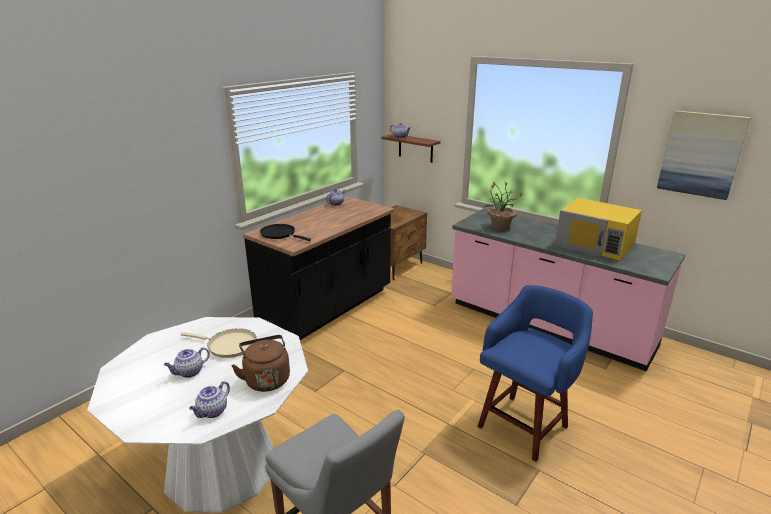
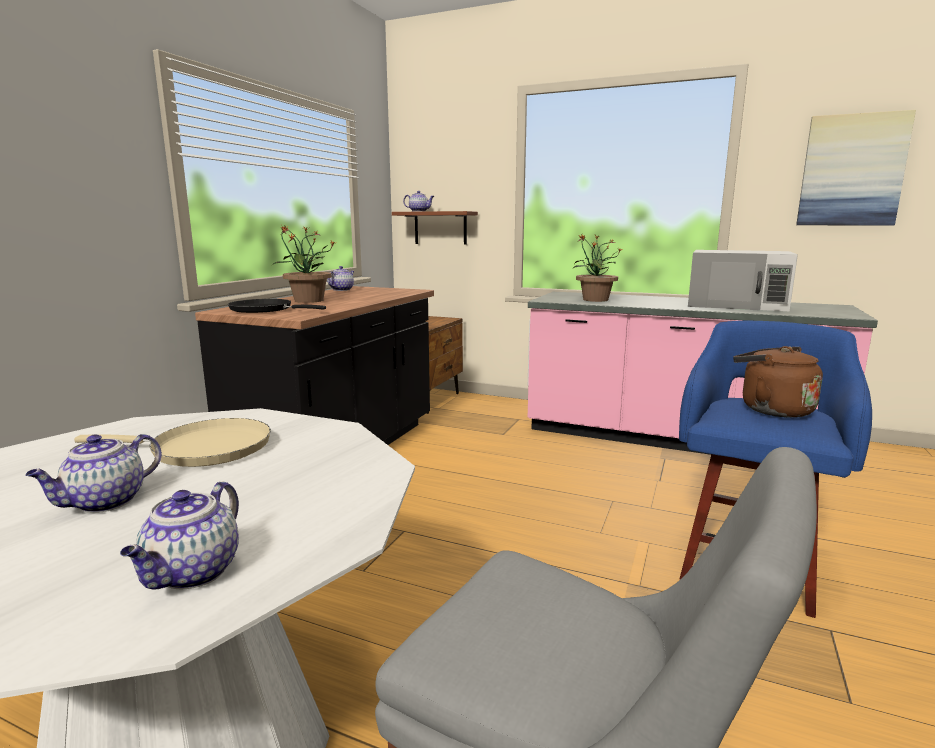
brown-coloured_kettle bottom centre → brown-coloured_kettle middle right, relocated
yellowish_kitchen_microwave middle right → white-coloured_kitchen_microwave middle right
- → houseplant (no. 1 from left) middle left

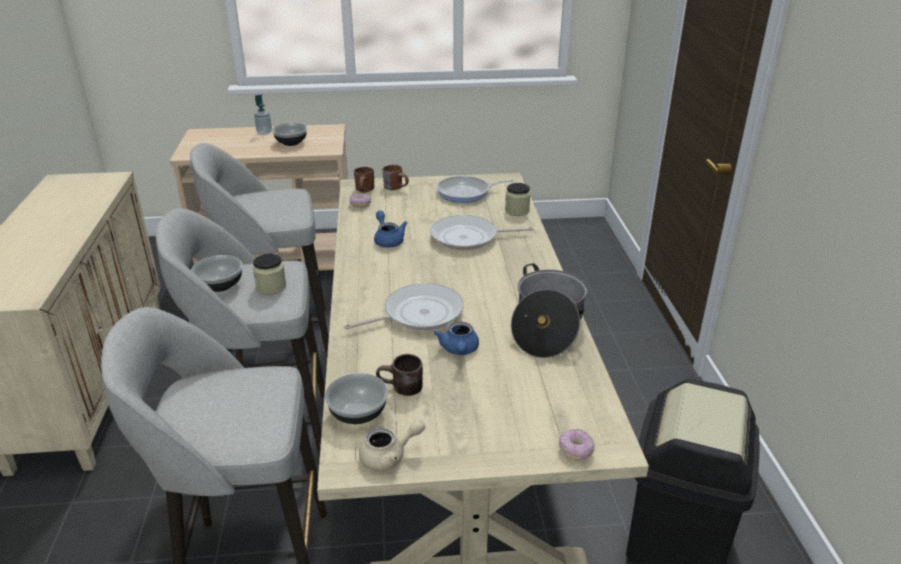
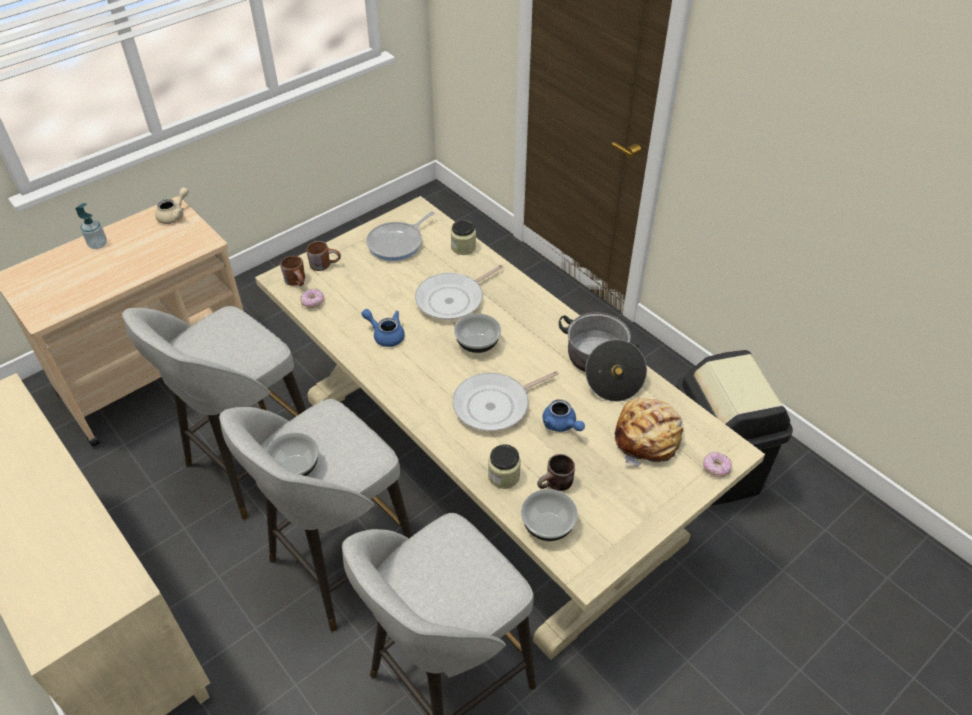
storage_jar (no. 1 from left in the first image) middle left → storage_jar (no. 2 from left) centre, relocated
bowl (no. 2 from left) top left → bowl (no. 2 from left) centre, relocated
skillet (no. 1 from left in the first image) centre → skillet (no. 3 from left) centre, 150 degrees counterclockwise
sand-coloured_teapot bottom centre → sand-coloured_teapot top left, relocated
- → bread middle right

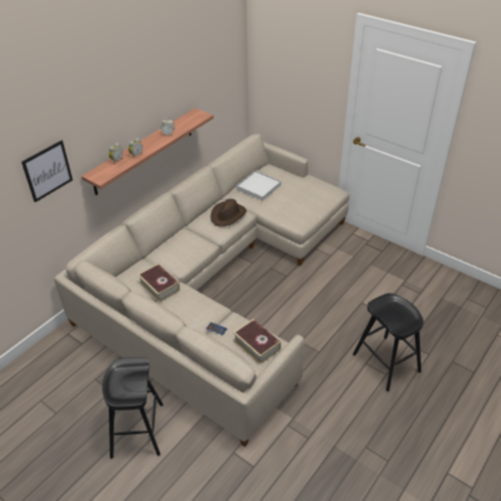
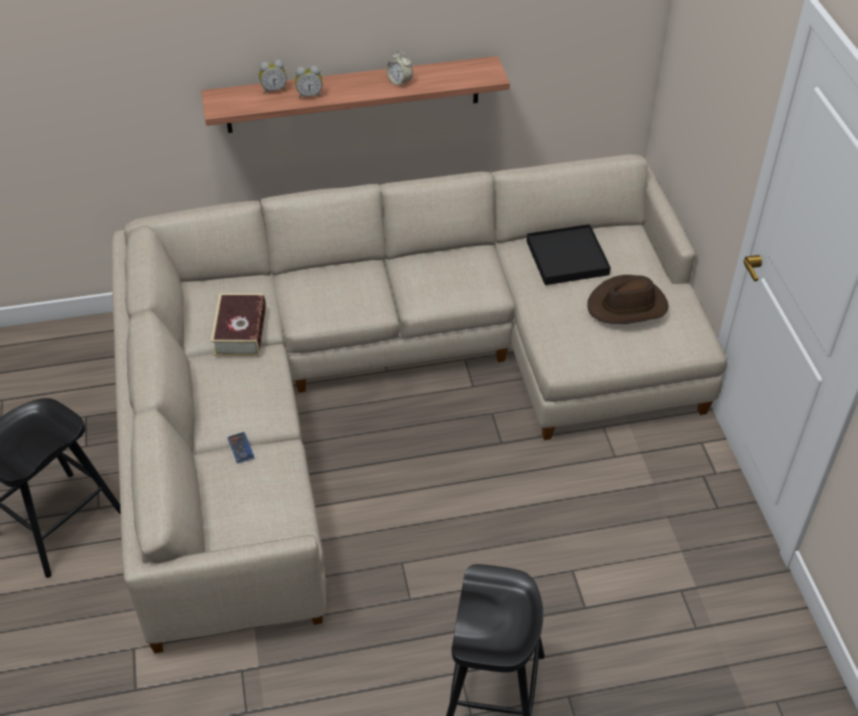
wall_picture middle left → -
brown-coloured_hat centre → brown-coloured_hat middle right, relocated
volume (no. 2 from left) bottom centre → -
white-coloured_serving_tray centre → black-coloured_serving_tray centre

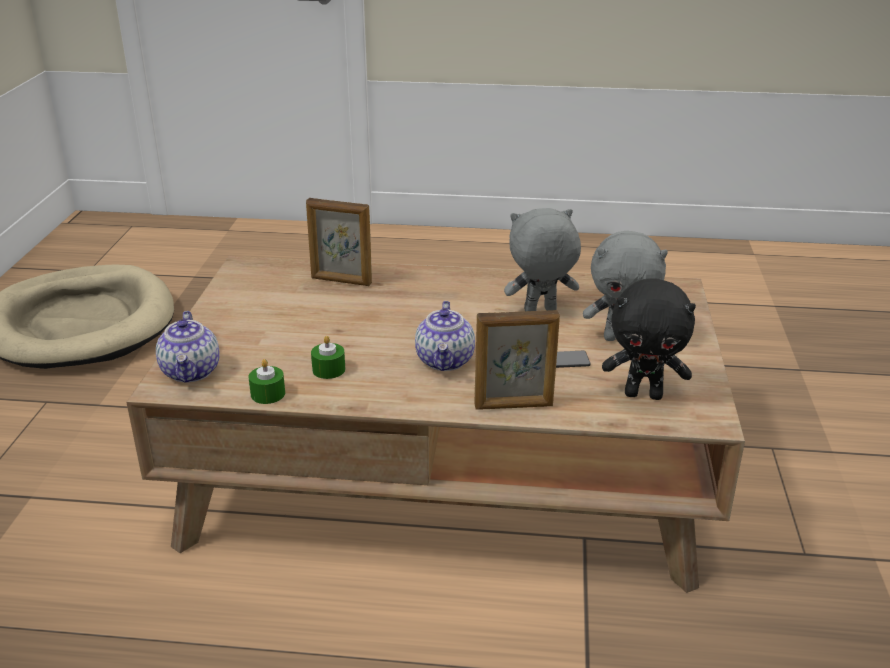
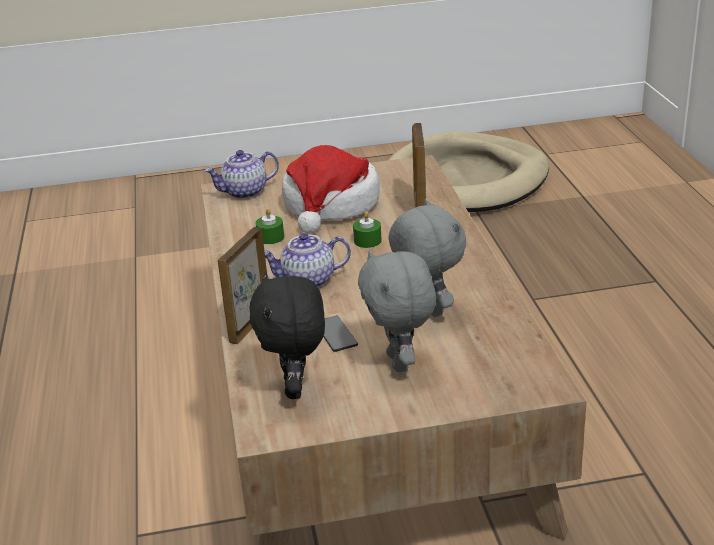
green_candle (no. 1 from left in the first image) middle left → green_candle (no. 2 from left) centre, relocated
standing_frame (no. 2 from left in the first image) centre → standing_frame (no. 1 from left) centre, 45 degrees clockwise
- → hat centre

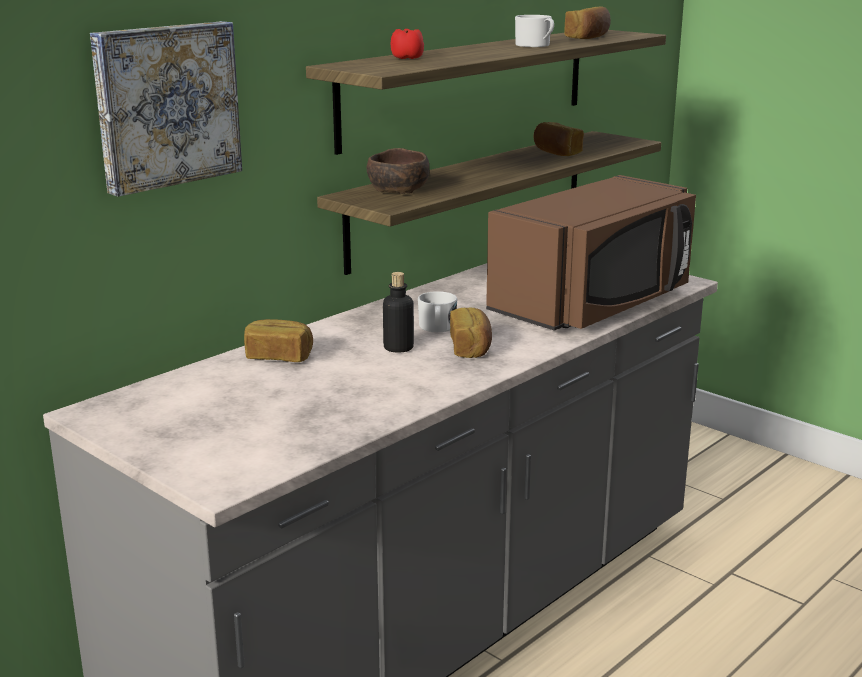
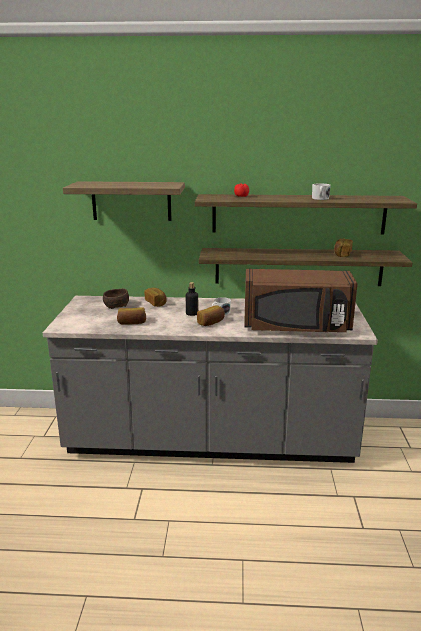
wall_picture top left → wall_shelf (no. 1 from left) top left
brown-coloured_bowl top centre → brown-coloured_bowl middle left, relocated
bread (no. 4 from left in the first image) top right → bread (no. 1 from left) middle left, relocated

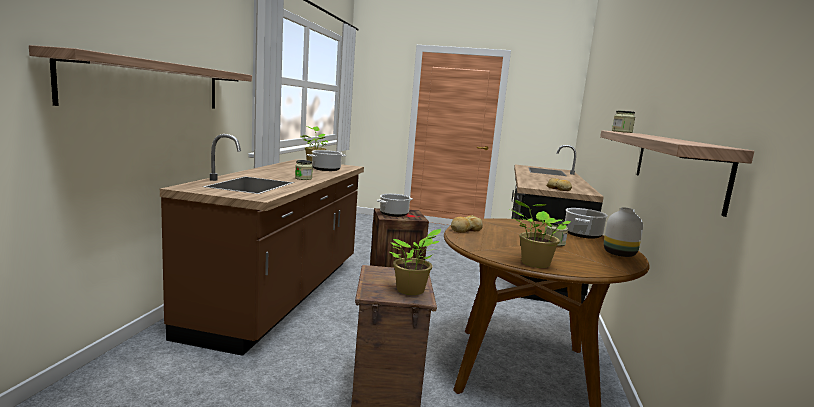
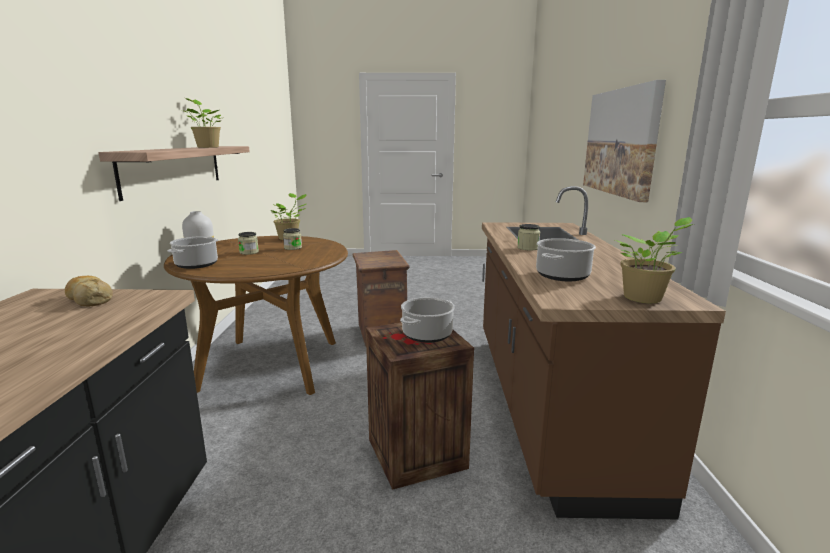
wall_shelf (no. 1 from left) top left → wall_picture top right
houseplant (no. 2 from left in the first image) centre → houseplant (no. 1 from left) top left, relocated
bread (no. 1 from left) centre → -
storage_jar (no. 3 from left in the first image) top right → storage_jar (no. 2 from left) centre, relocated

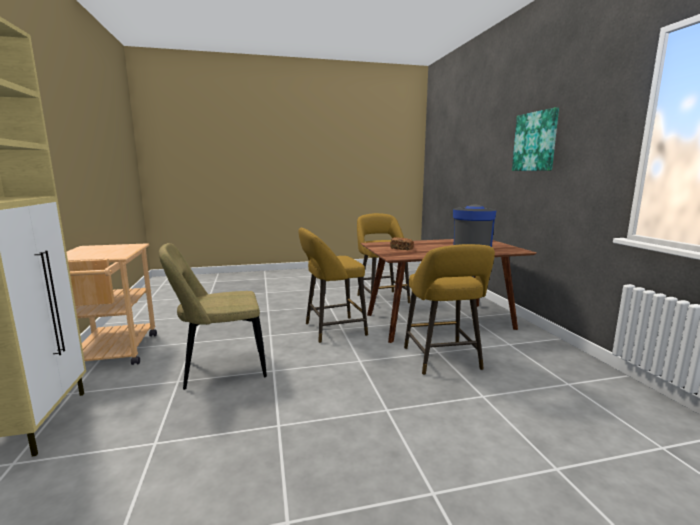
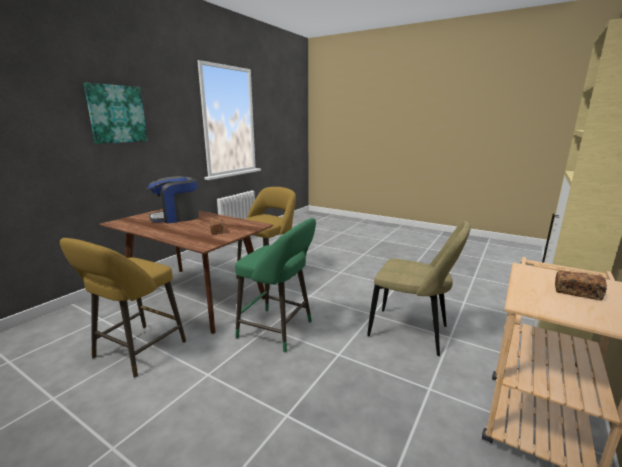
yellowish_stool (no. 1 from left) centre → green_stool centre
- → bread (no. 2 from left) middle right

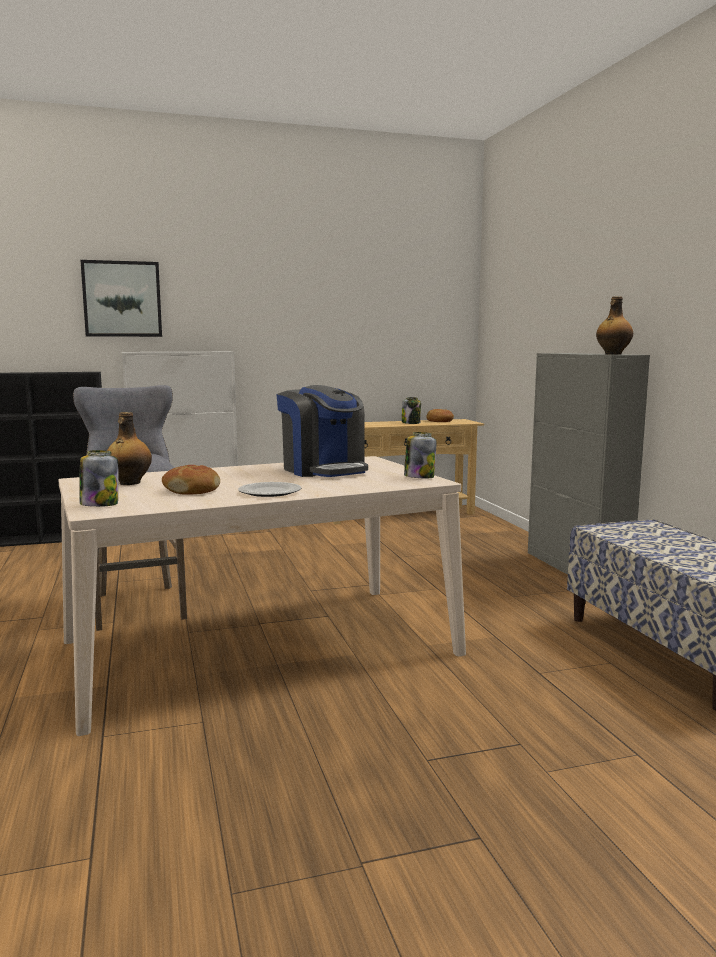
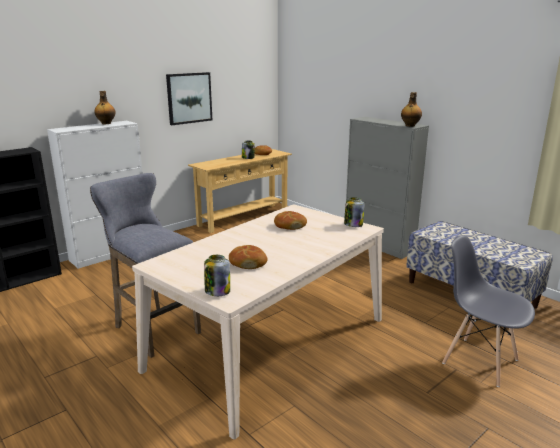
wall_picture top left → wall_picture top centre, relocated
bottle (no. 1 from left) middle left → bottle (no. 1 from left) top left, relocated
dinner_plate centre → -
coffee_maker centre → bread (no. 3 from left) centre
- → greyish_chair bottom right

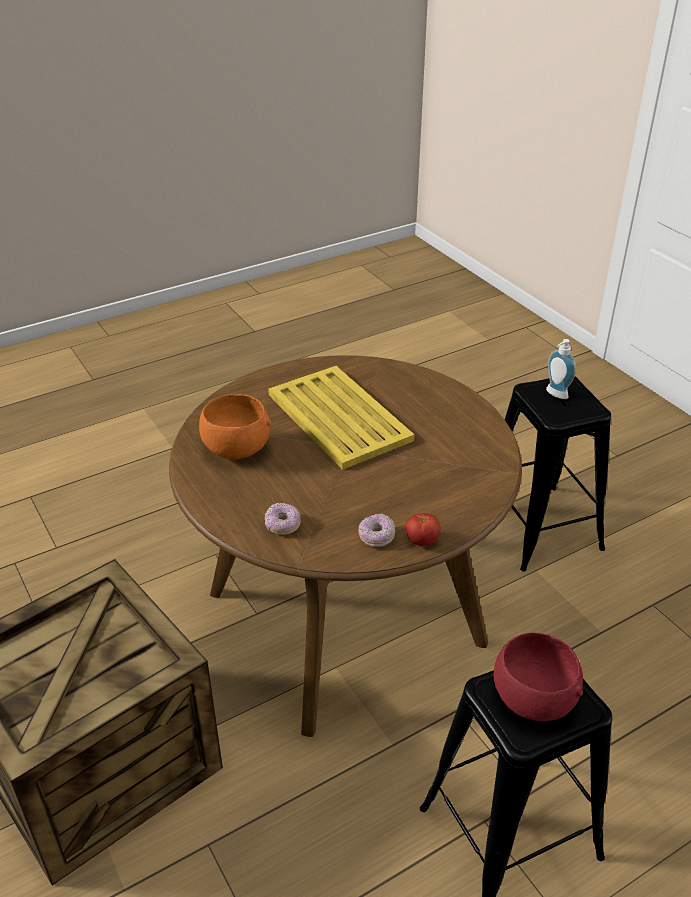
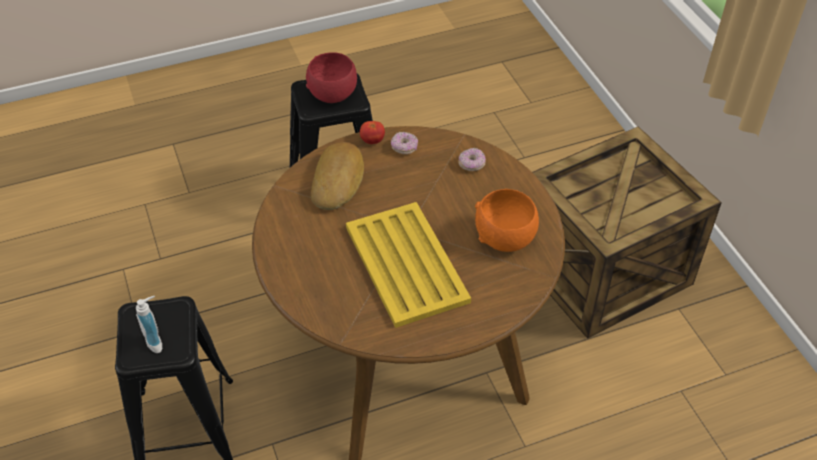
- → bread centre

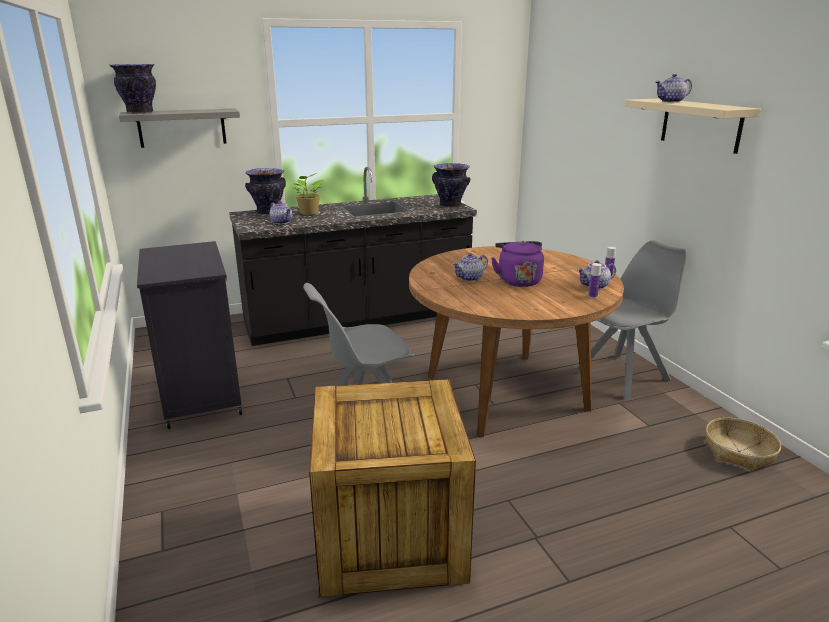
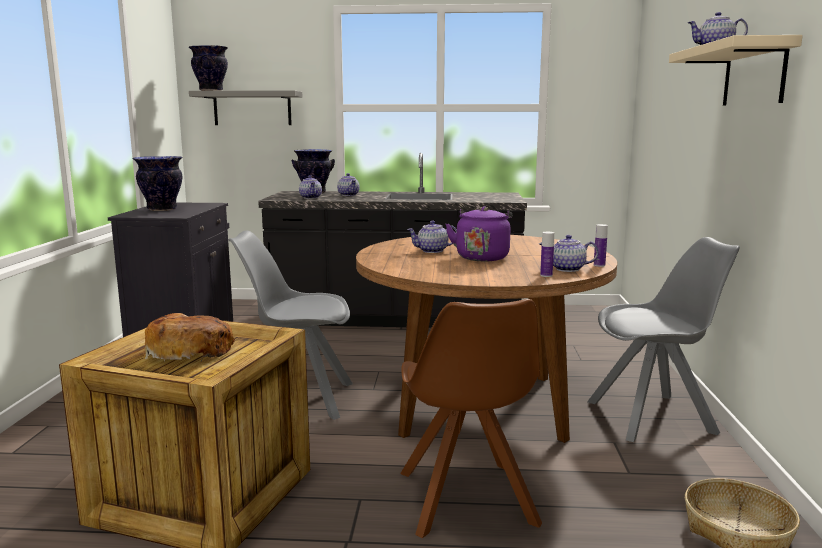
houseplant top centre → teapot (no. 2 from left) centre
decorative_vase (no. 3 from left in the first image) top centre → decorative_vase (no. 1 from left) middle left, relocated
- → bread middle left
- → brown-coloured_chair bottom centre

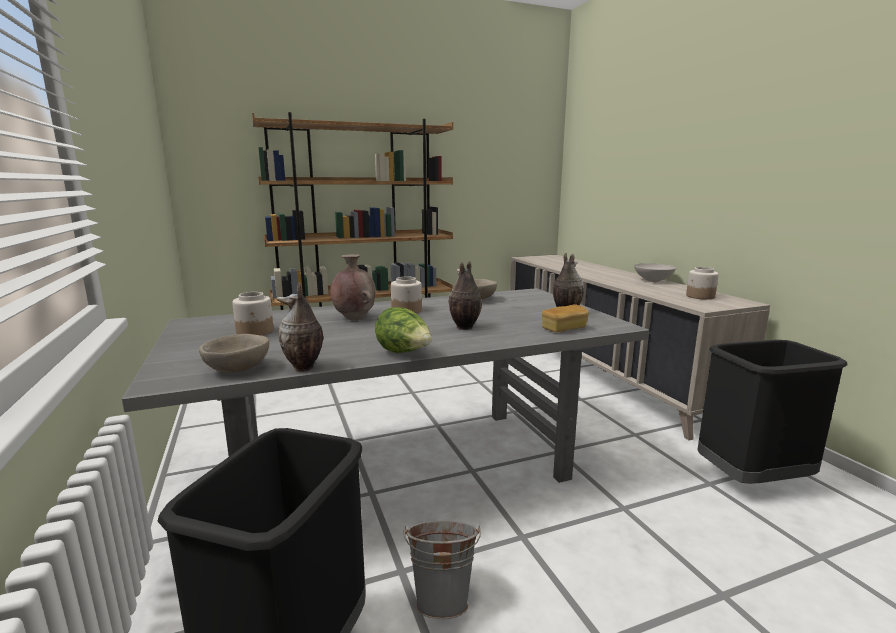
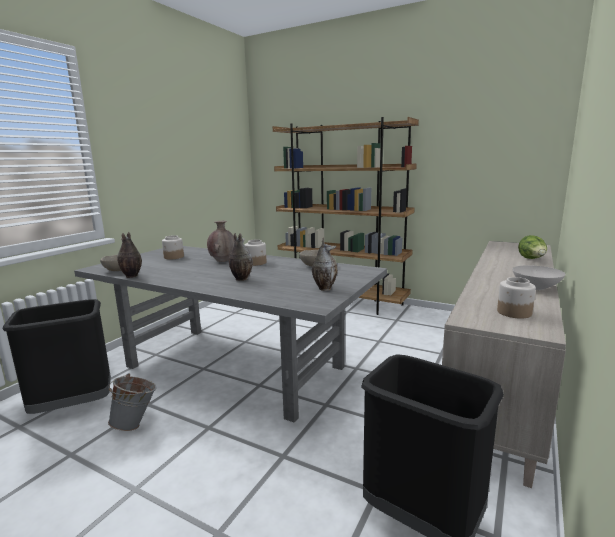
lettuce_head centre → lettuce_head middle right, relocated
bread centre → -

